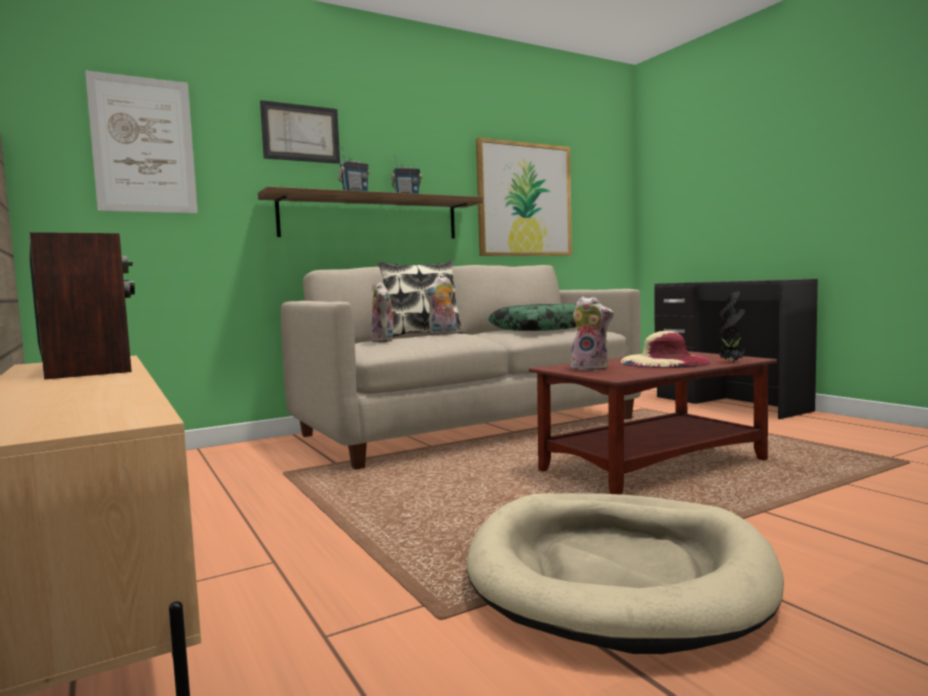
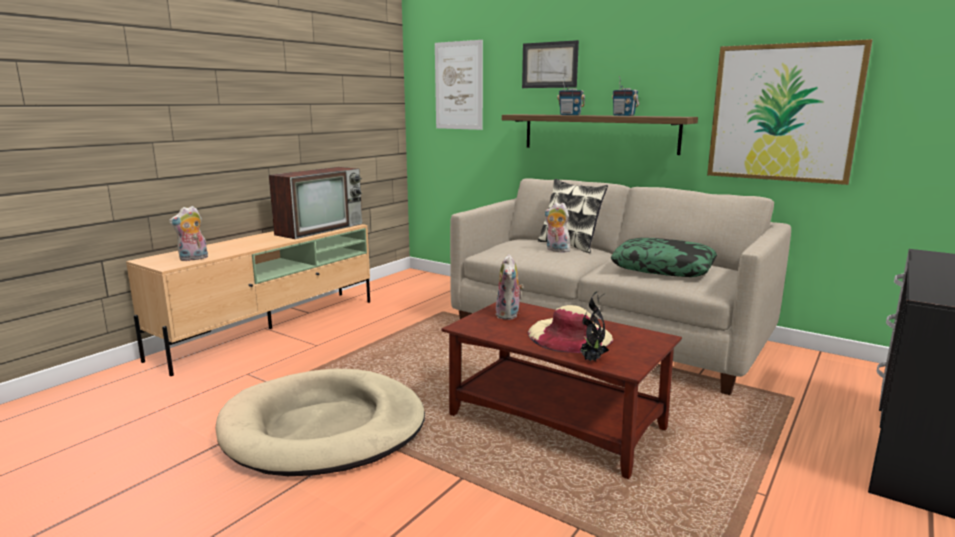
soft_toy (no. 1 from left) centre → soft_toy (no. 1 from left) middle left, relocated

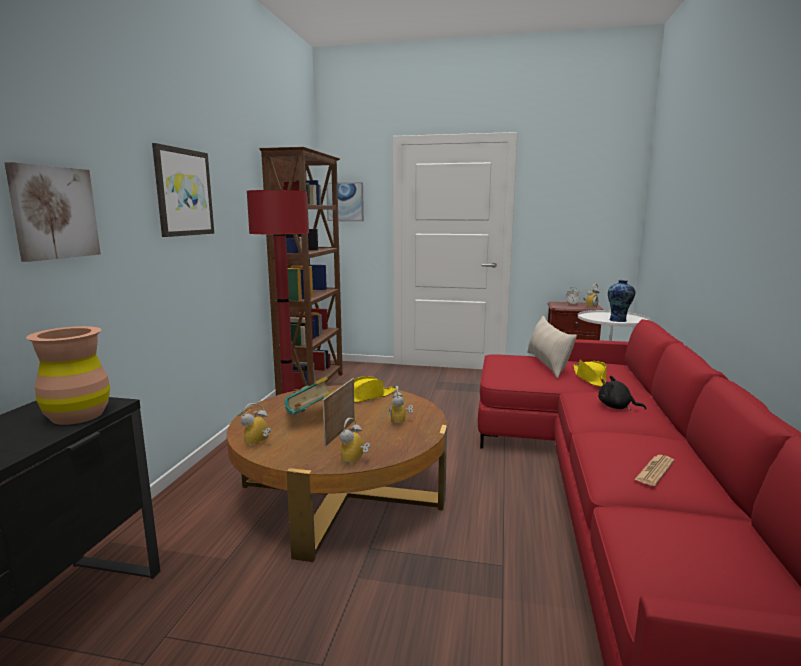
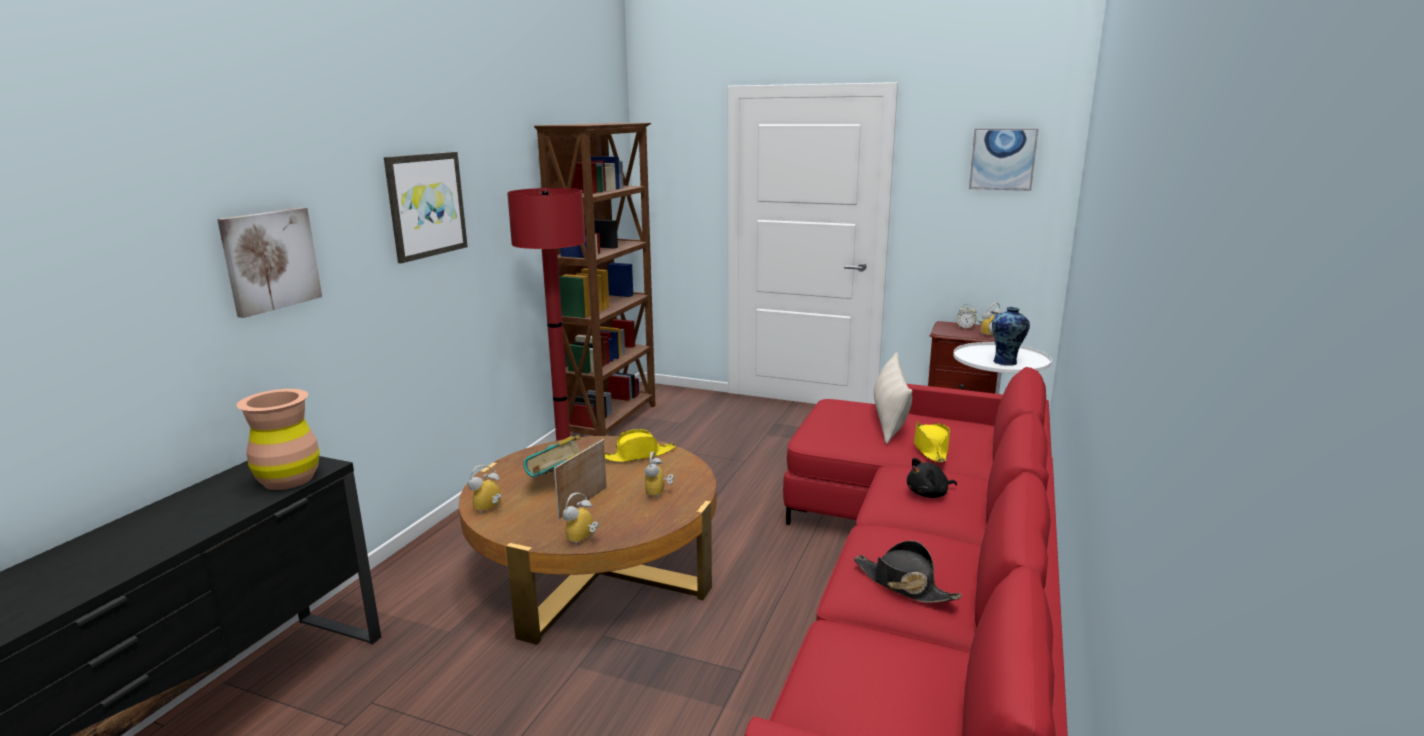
wall_picture (no. 3 from left) top centre → wall_picture (no. 3 from left) top right, relocated
black-coloured_soft_toy middle right → black-coloured_soft_toy centre, 60 degrees counterclockwise
printed_paper bottom right → black-coloured_hat bottom centre

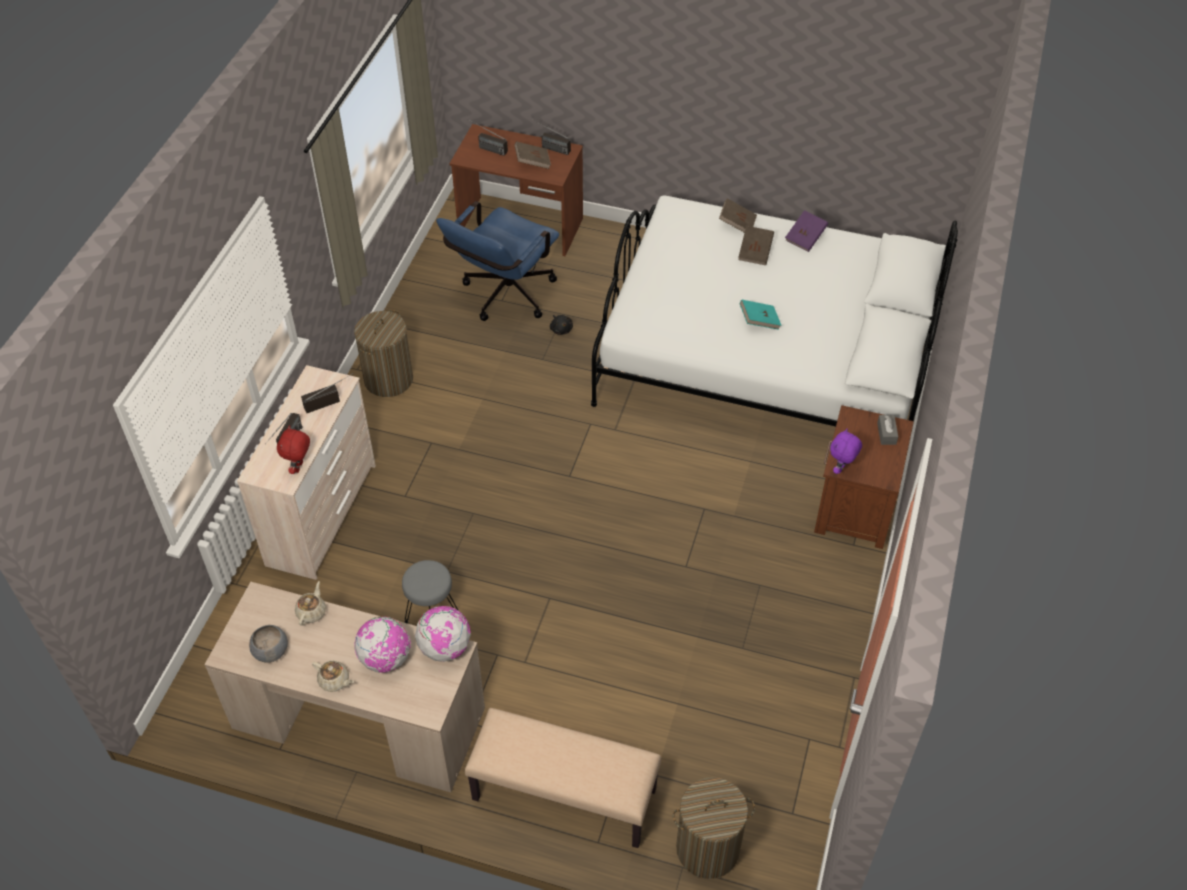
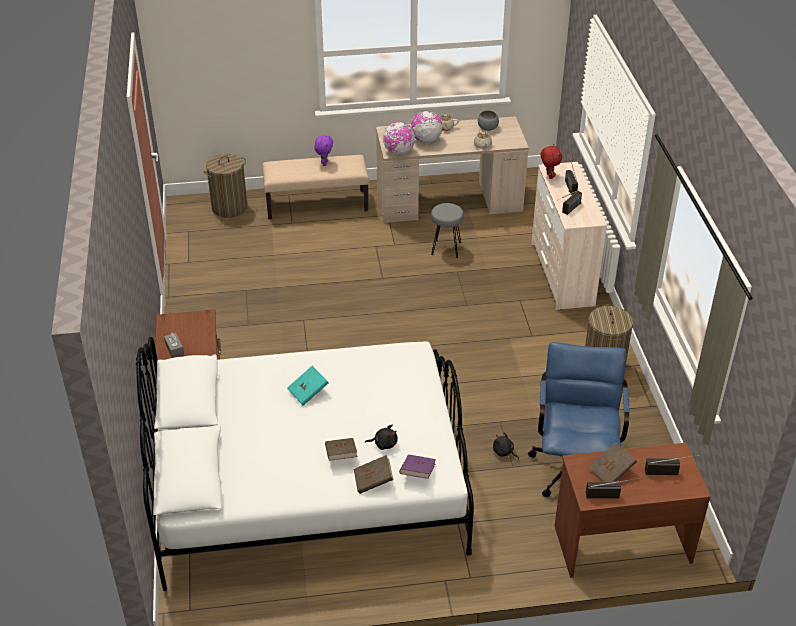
purplish_volume top right → purplish_volume bottom centre, relocated
purplish_soft_toy middle right → purplish_soft_toy top centre, relocated
- → black-coloured_soft_toy (no. 1 from left) bottom centre

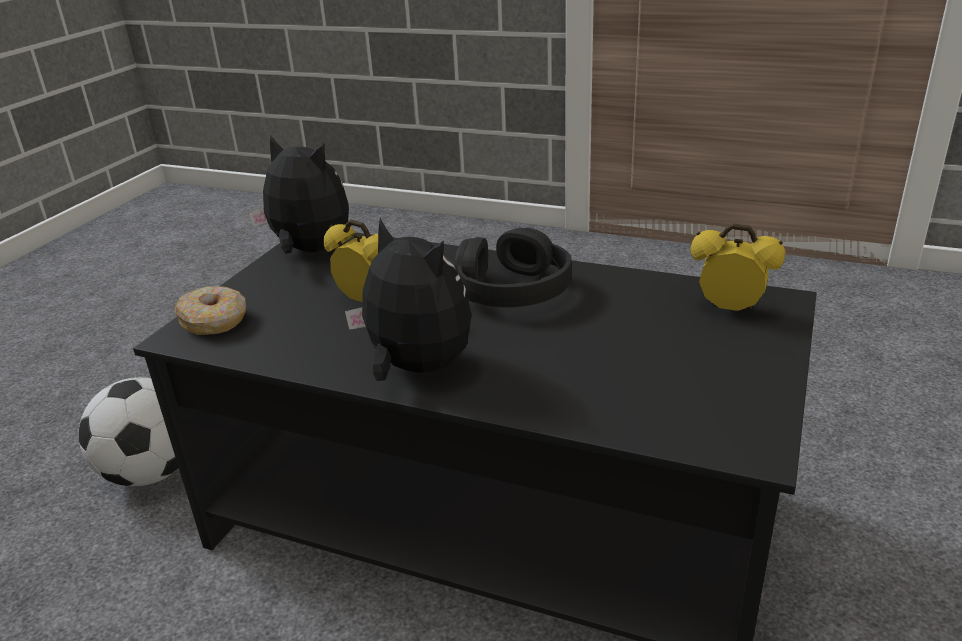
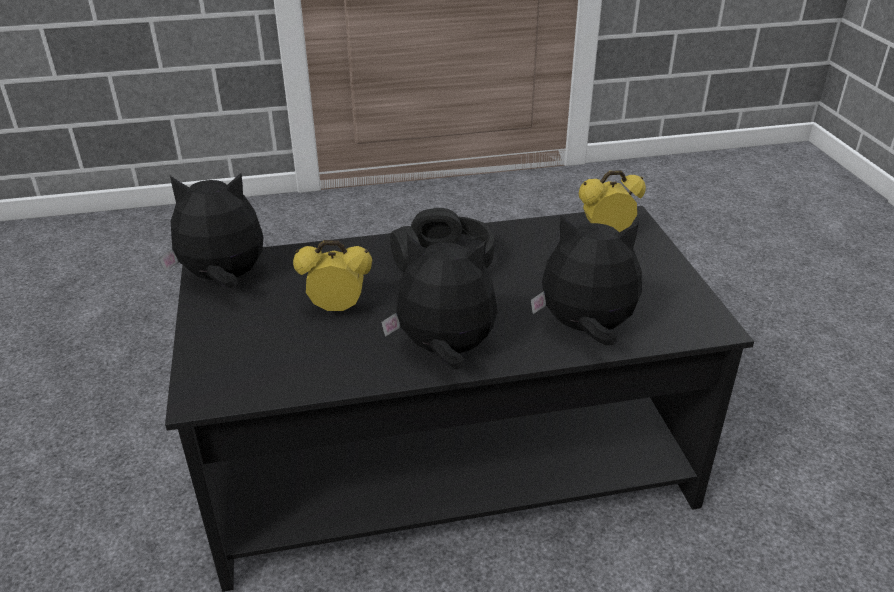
football_ball bottom left → -
donut middle left → -
- → soft_toy (no. 3 from left) centre

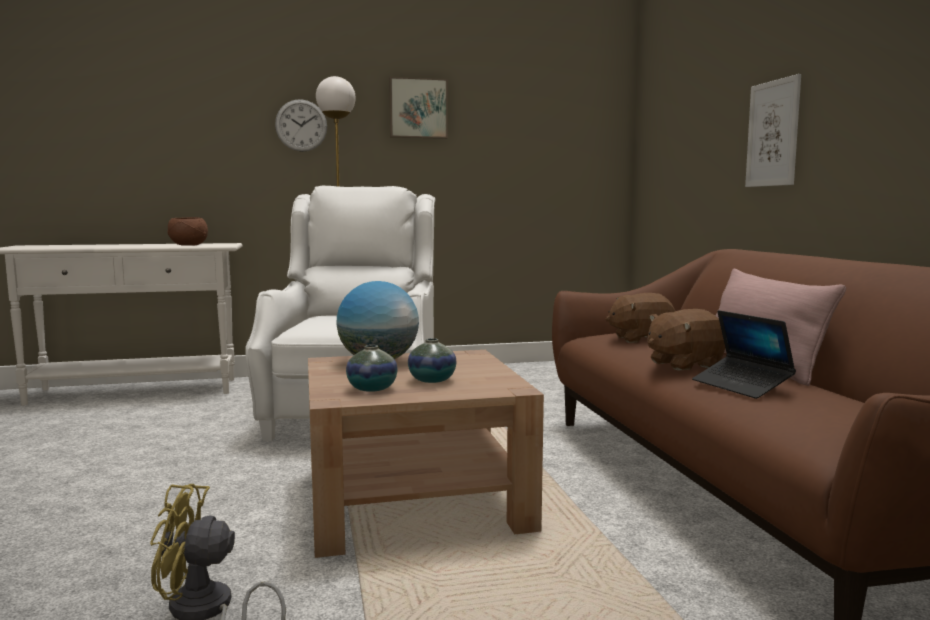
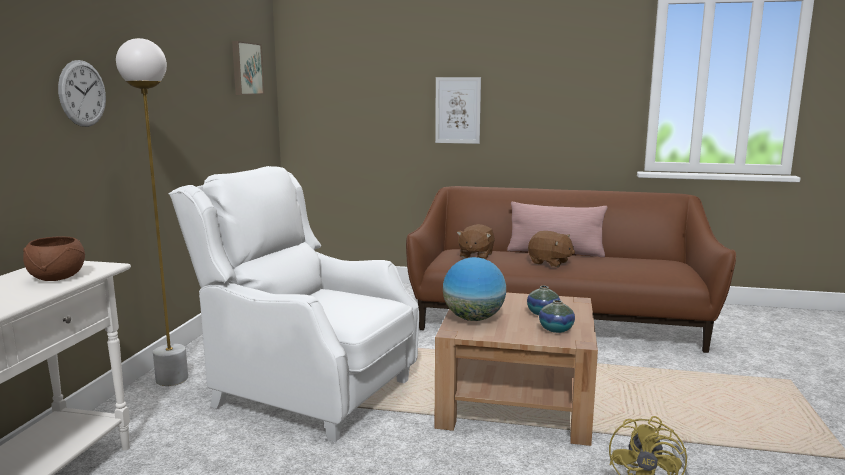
wall_picture (no. 1 from left) top centre → wall_picture (no. 1 from left) top left, relocated
brown-coloured_soft_toy (no. 2 from left) middle right → brown-coloured_soft_toy (no. 2 from left) centre, 60 degrees counterclockwise
notebook_computer middle right → -

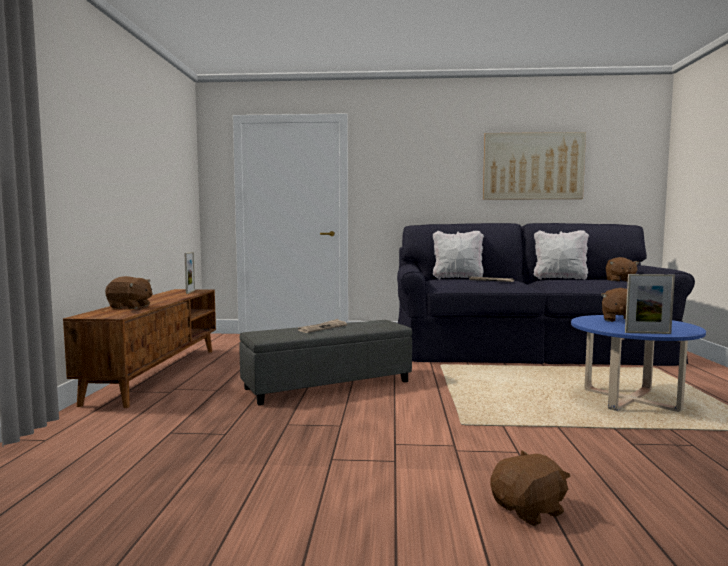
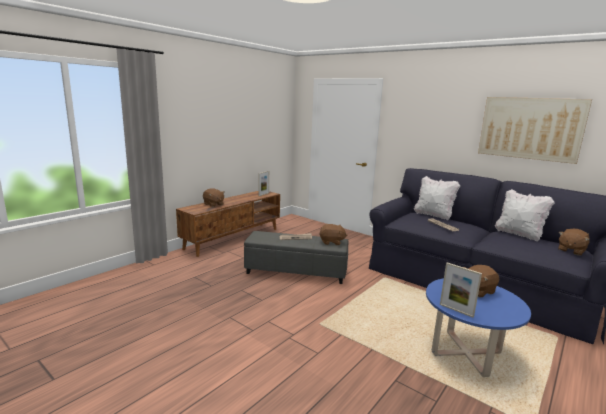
brown-coloured_soft_toy (no. 2 from left) bottom right → brown-coloured_soft_toy (no. 2 from left) centre, relocated

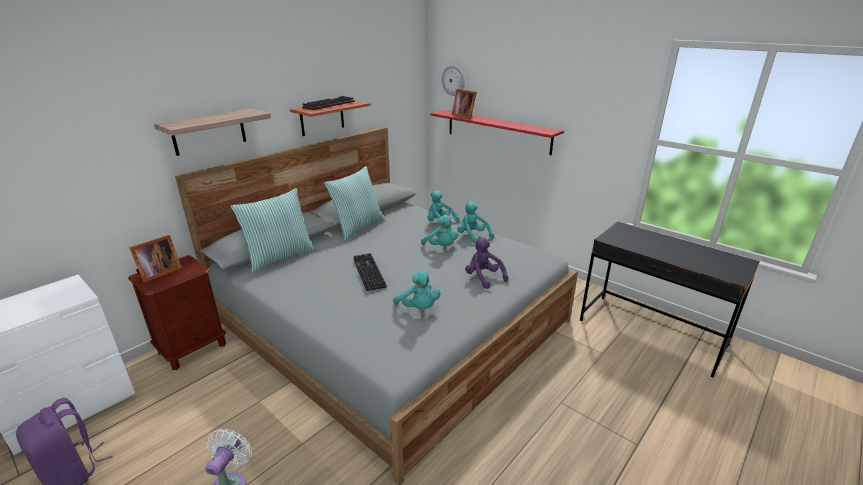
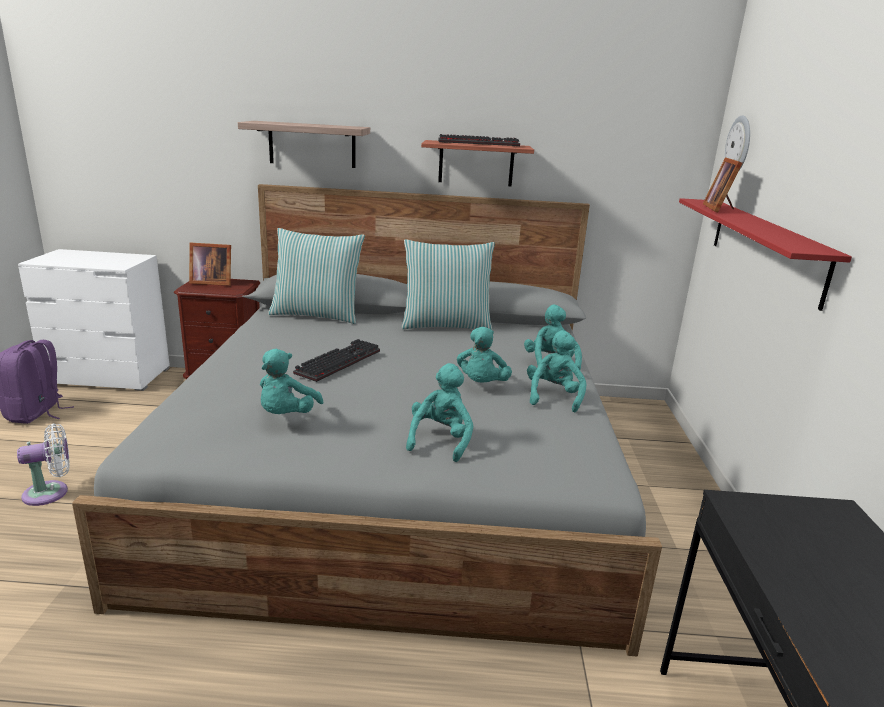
purplish_soft_toy centre → turquoise-coloured_soft_toy (no. 2 from left) centre

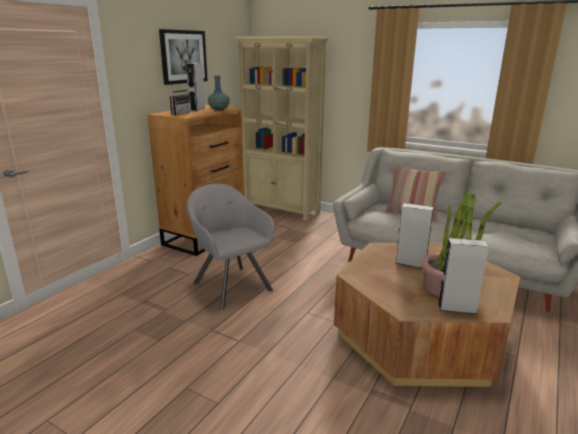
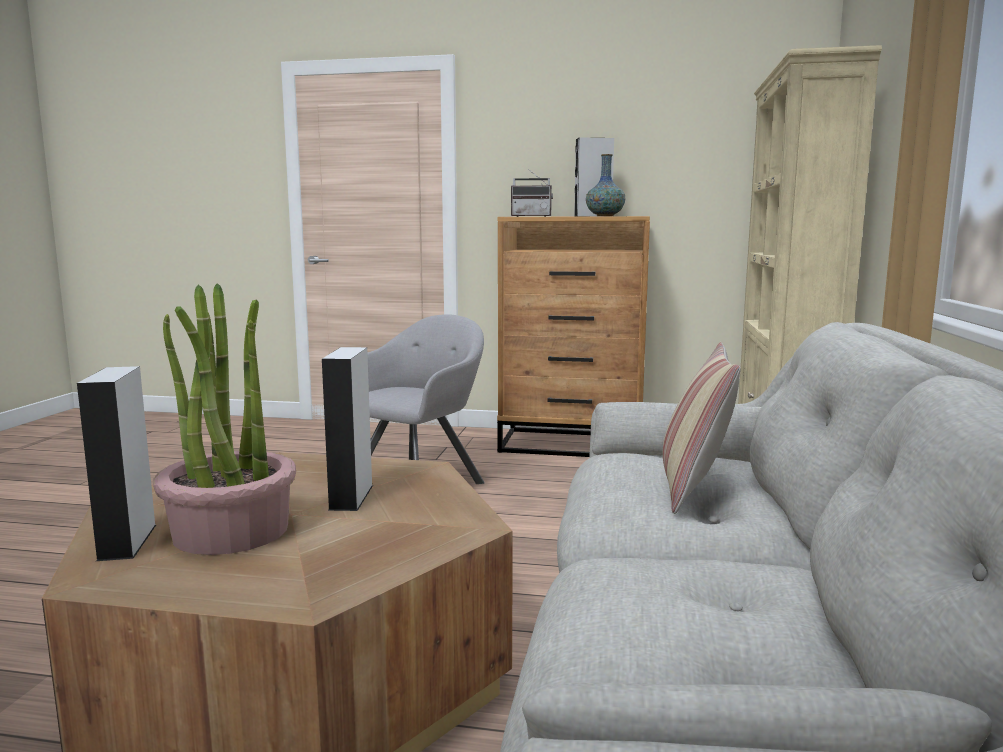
wall_picture top left → -

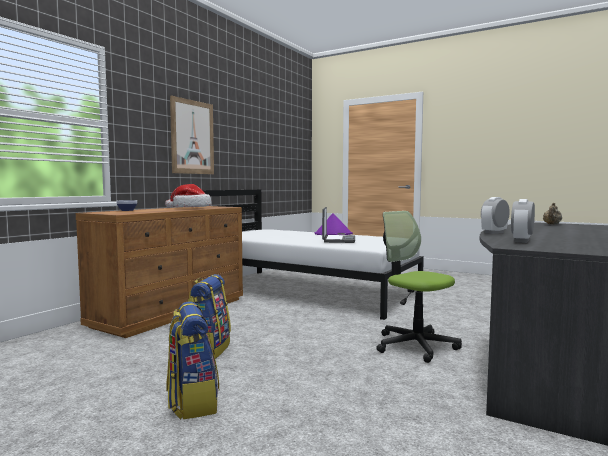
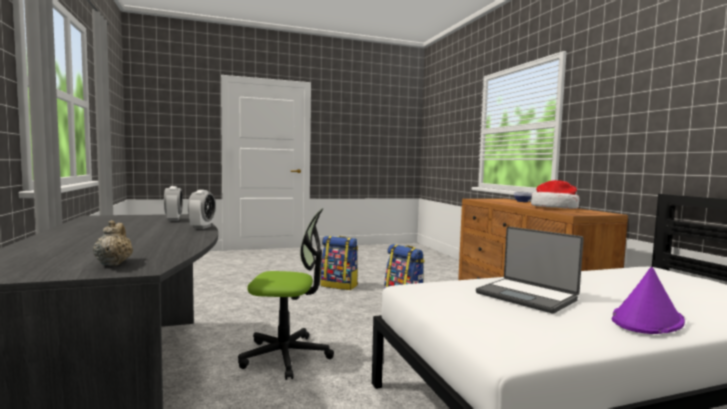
wall_picture top left → -

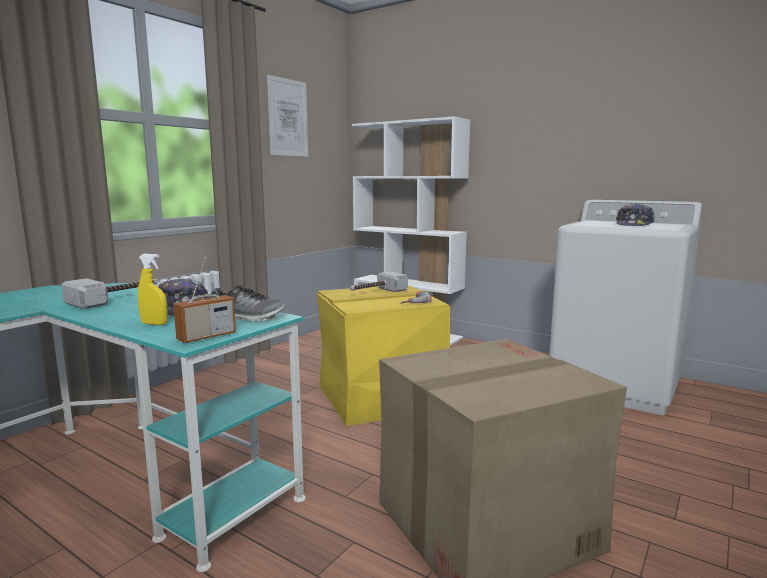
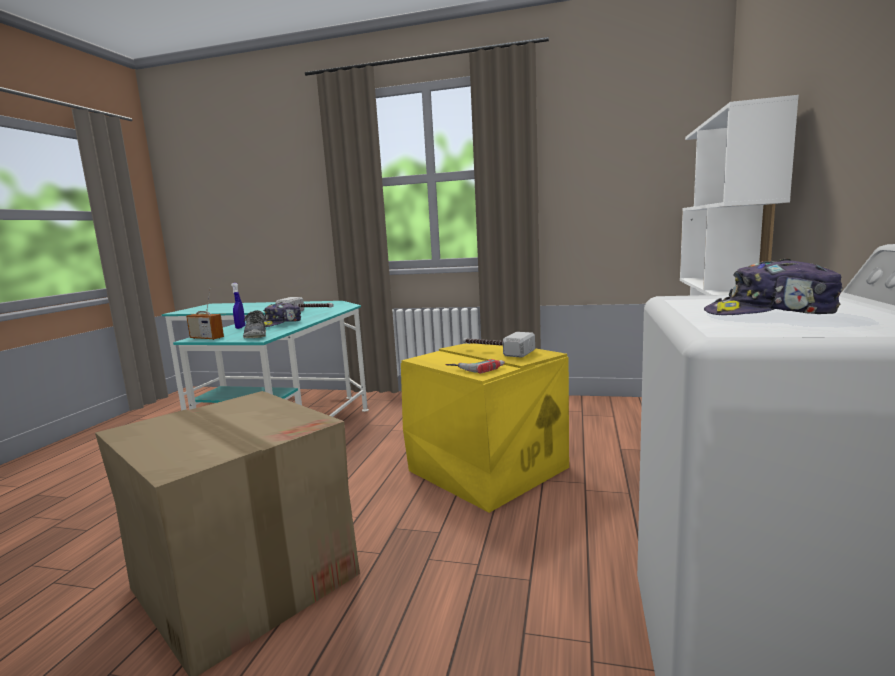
yellowish_spray_bottle middle left → blue-coloured_spray_bottle middle left
wall_picture top centre → -

